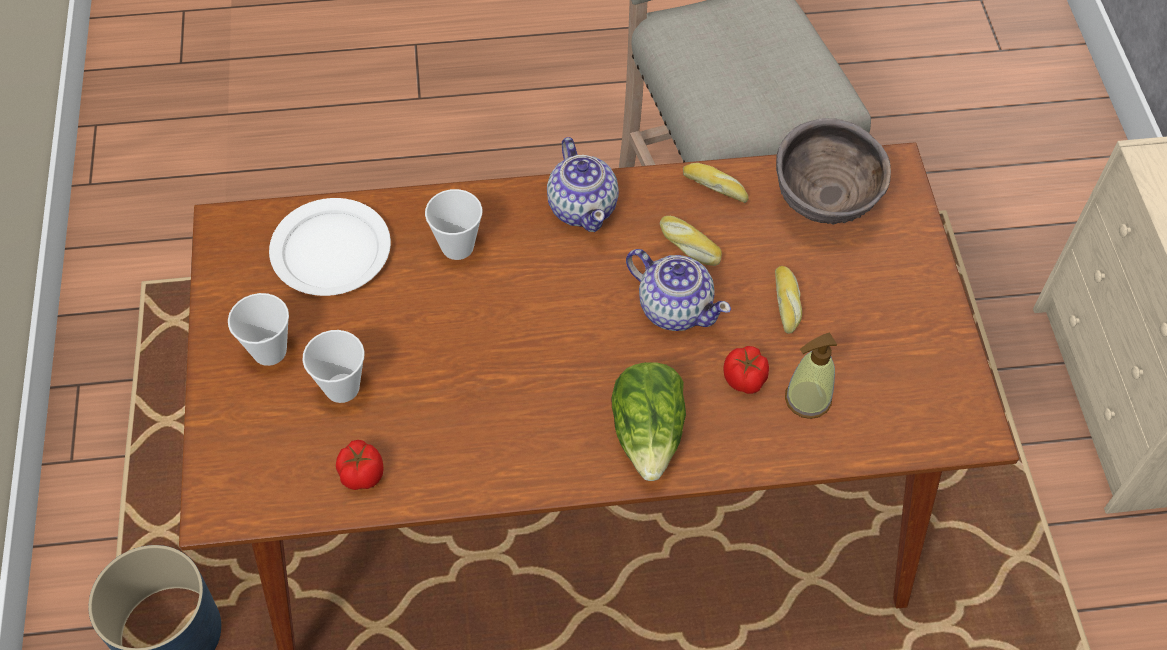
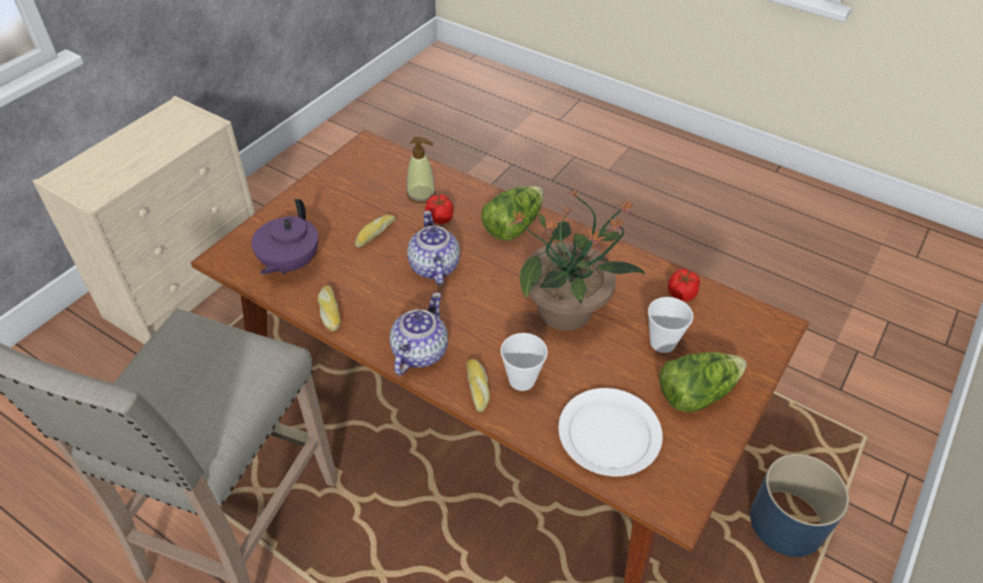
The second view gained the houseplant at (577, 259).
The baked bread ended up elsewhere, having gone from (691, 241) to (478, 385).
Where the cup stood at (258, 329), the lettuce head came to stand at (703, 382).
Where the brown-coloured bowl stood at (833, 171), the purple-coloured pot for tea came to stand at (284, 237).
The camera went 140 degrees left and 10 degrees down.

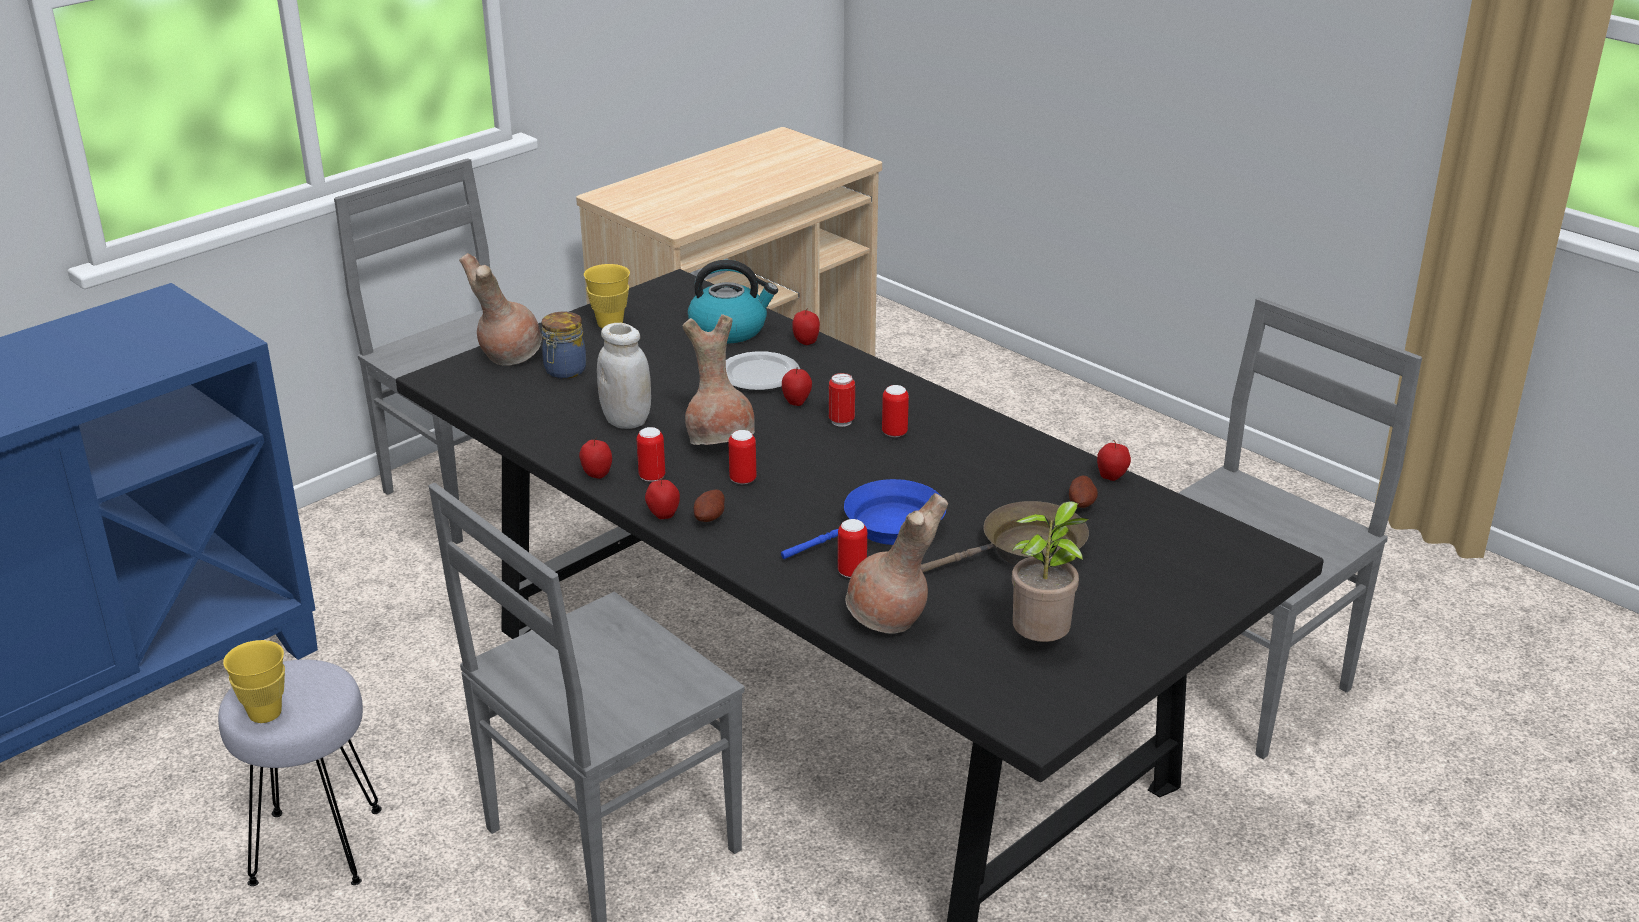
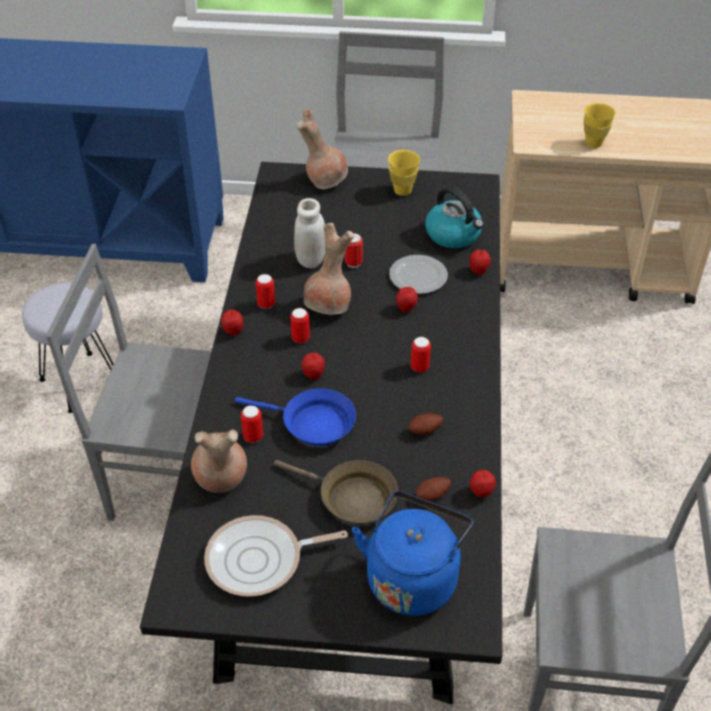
The second view lost the jar at (563, 345).
The second view gained the blue tea kettle at (412, 553).
The yellowish cup ended up elsewhere, having gone from (254, 681) to (600, 125).
The apple ended up elsewhere, having gone from (595, 458) to (313, 366).
The whole potato ended up elsewhere, having gone from (709, 506) to (425, 424).
The can ended up elsewhere, having gone from (842, 400) to (354, 250).
Where the houseplant stood at (1050, 571), the frying pan came to stand at (276, 556).
The camera went 50 degrees right and 15 degrees up.

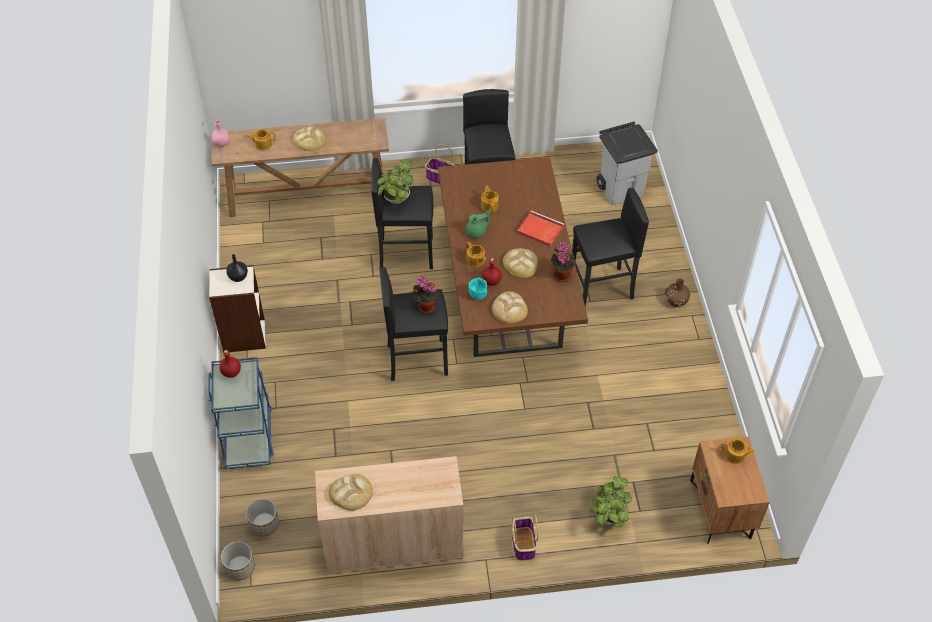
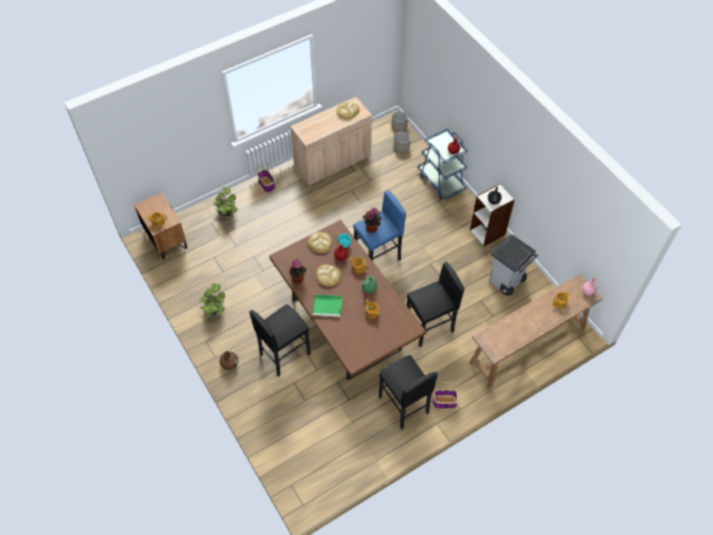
The second view lost the baked bread at (310, 139).
The houseplant ended up elsewhere, having gone from (396, 182) to (212, 299).
The grey waste bin ended up elsewhere, having gone from (627, 163) to (513, 265).
What was the blackish sitting stool at (413, 324) turned into the blue sitting stool at (379, 226).
What was the reddish serving tray at (541, 229) turned into the green serving tray at (328, 306).
The camera went 155 degrees right and 5 degrees up.

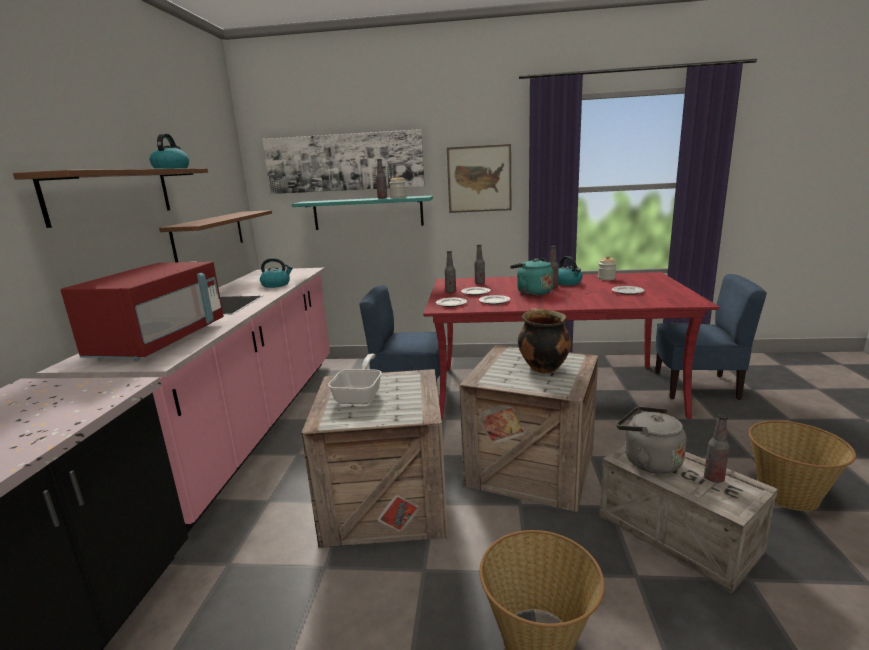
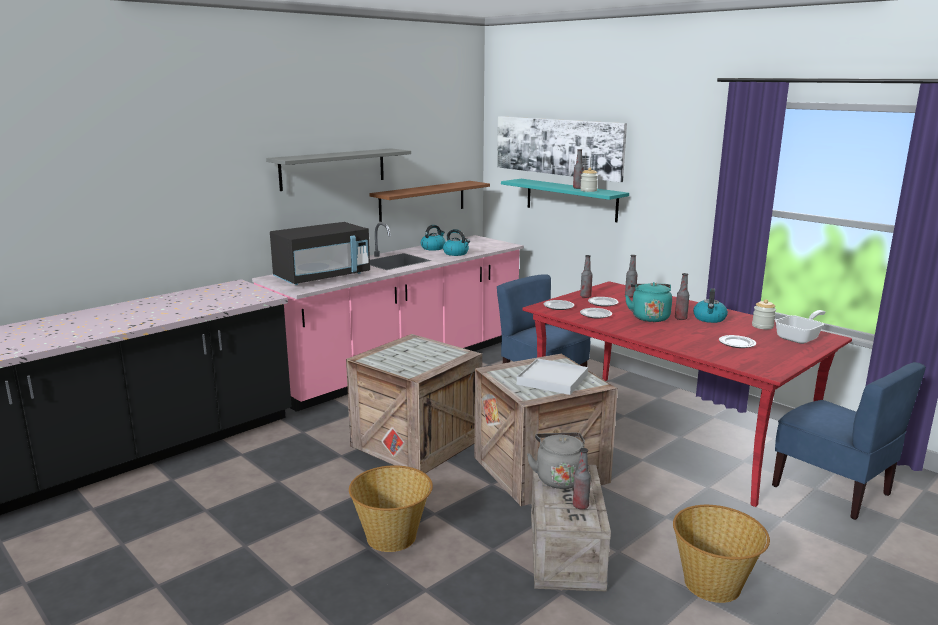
The second view lost the picture at (479, 178).
The tea kettle ended up elsewhere, having gone from (169, 151) to (433, 238).
The frying pan ended up elsewhere, having gone from (355, 379) to (800, 327).
Where the stockpot stood at (544, 340), the white serving tray came to stand at (552, 376).
What was the brown-coloured shelf at (110, 198) turned into the grey shelf at (338, 169).
What was the reddish microwave at (142, 311) turned into the blackish microwave at (320, 253).
The camera went 40 degrees right and 0 degrees up.

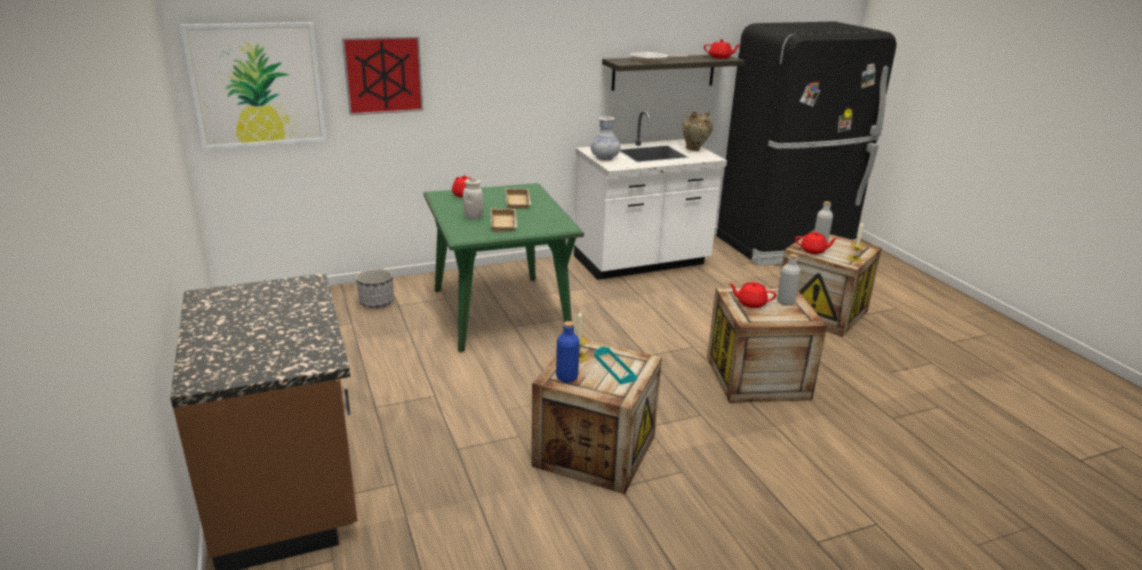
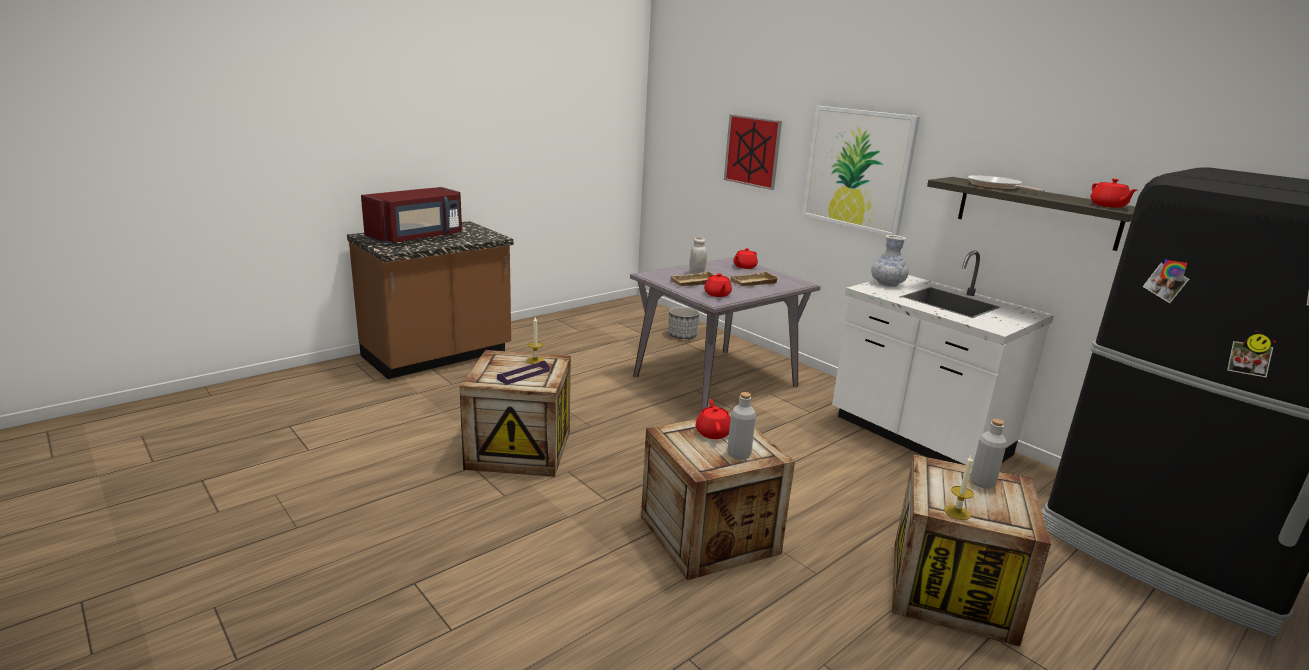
The second view lost the blue beverage bottle at (568, 352).
The second view lost the sand-coloured flower vase at (697, 131).
The second view gained the reddish microwave at (411, 215).
The picture ended up elsewhere, having gone from (253, 85) to (861, 171).
The reddish pot for tea ended up elsewhere, having gone from (816, 243) to (718, 285).
What was the green kitchen table at (504, 267) turned into the grey kitchen table at (725, 334).
What was the turquoise serving tray at (615, 365) turned into the purple-coloured serving tray at (523, 373).
The camera went 70 degrees right and 5 degrees down.

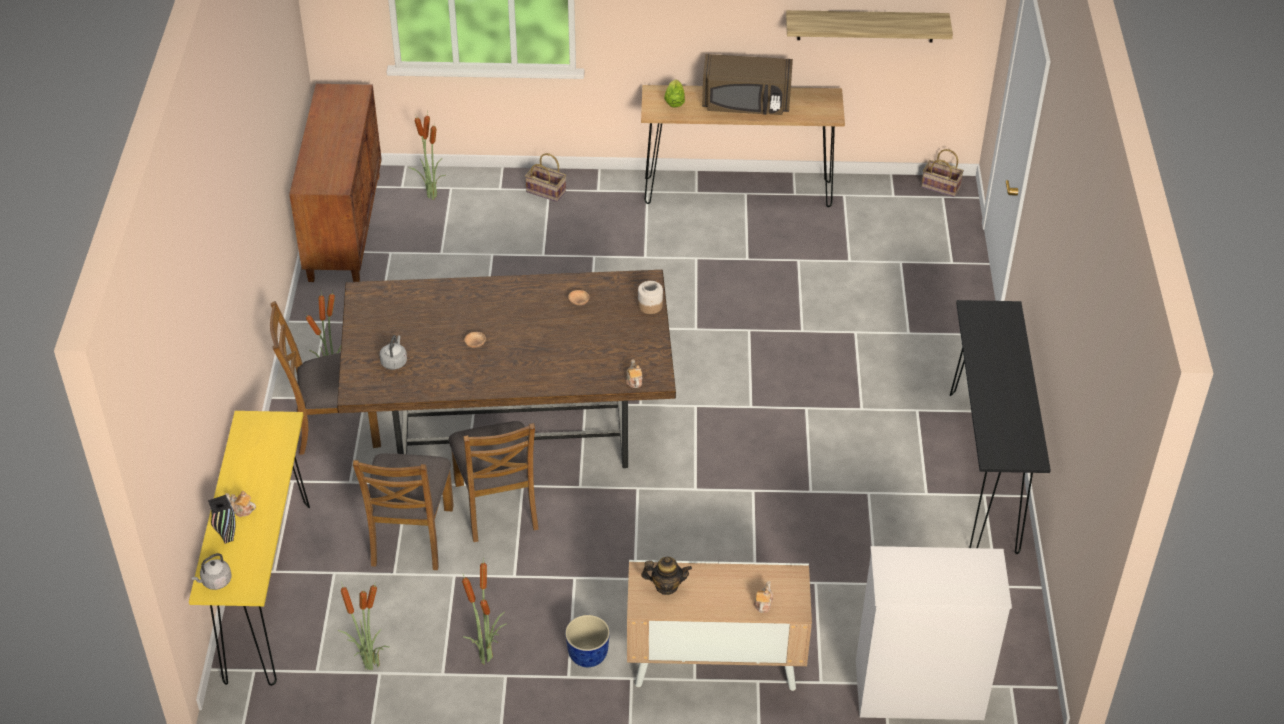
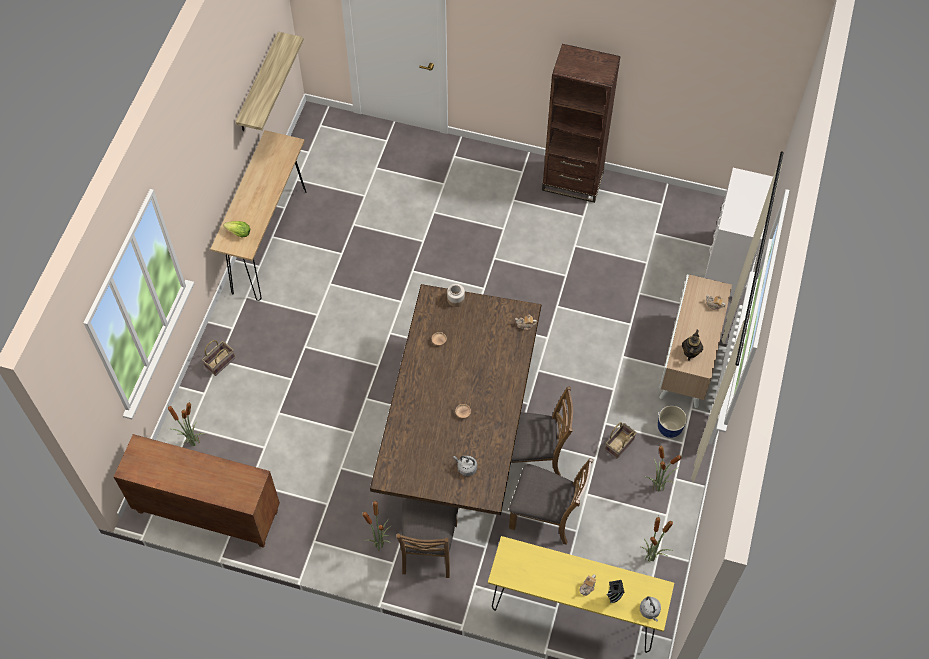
The second view lost the brown-coloured microwave at (747, 84).
The basket ended up elsewhere, having gone from (942, 173) to (621, 440).
Where the blackish narrow table stood at (1000, 427), the brown-coloured shelving unit came to stand at (581, 123).
The camera went 75 degrees left and 15 degrees up.

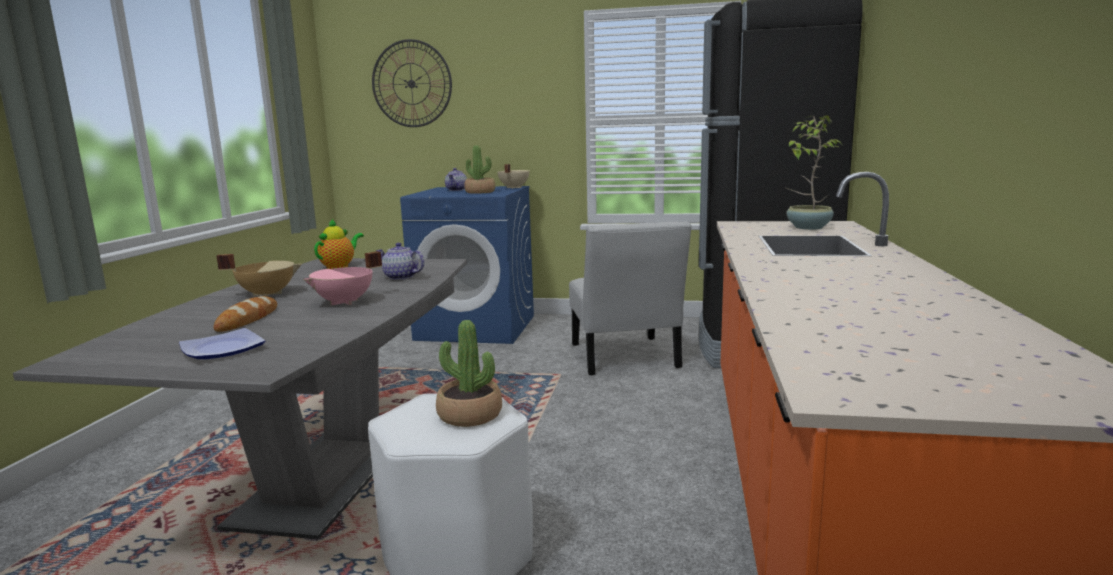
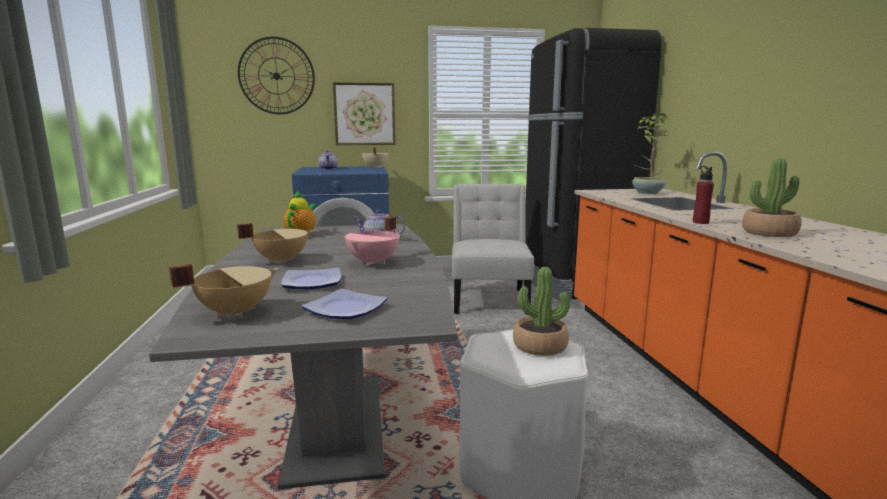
The second view gained the sand-coloured stockpot at (224, 291).
The second view gained the picture at (364, 113).
The second view gained the reddish beverage bottle at (703, 195).
The houseplant ended up elsewhere, having gone from (479, 169) to (772, 197).
Where the baked bread stood at (245, 314), the flat dish came to stand at (311, 278).
The white chair at (630, 298) ended up facing another way, 150 degrees counterclockwise from before.
The camera went 20 degrees left and 0 degrees up.

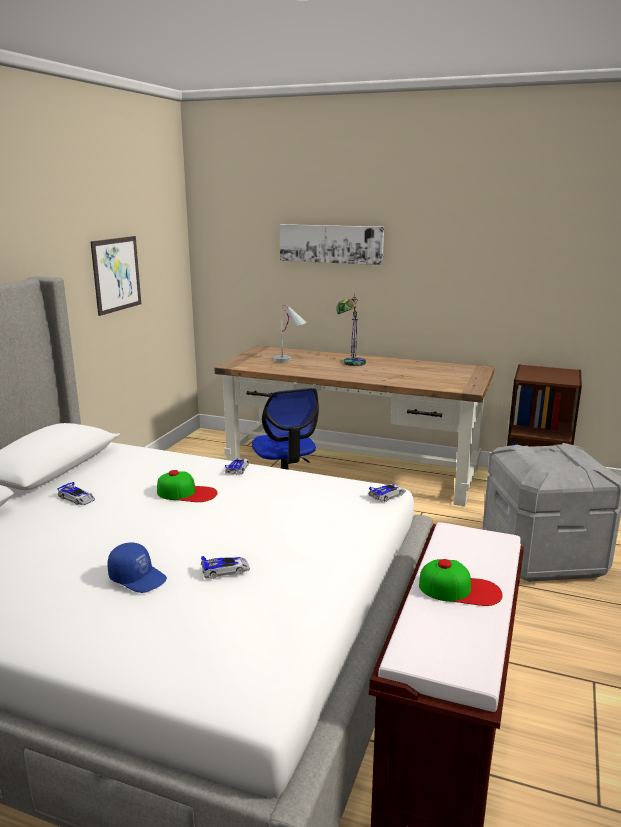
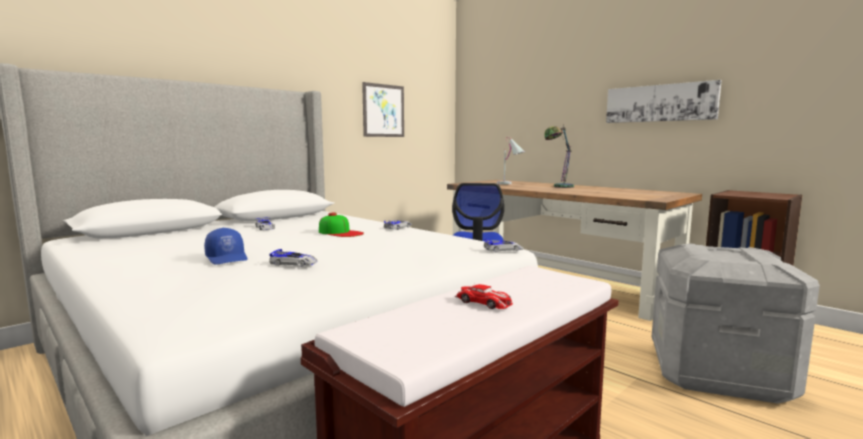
The picture ended up elsewhere, having gone from (332, 244) to (664, 101).
Where the cap stood at (461, 582), the model car came to stand at (484, 296).
The camera went 25 degrees right and 10 degrees down.

